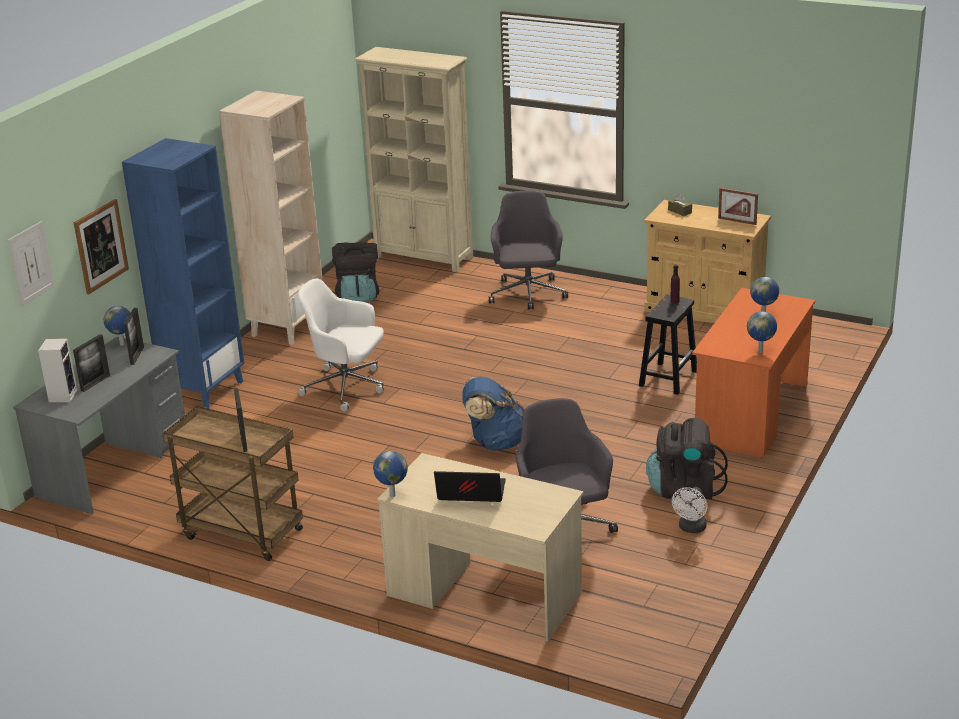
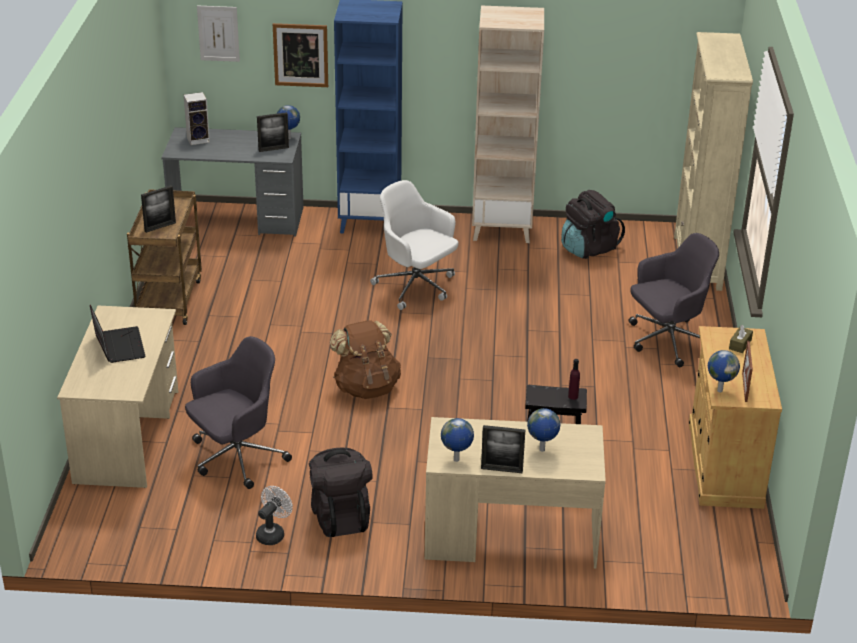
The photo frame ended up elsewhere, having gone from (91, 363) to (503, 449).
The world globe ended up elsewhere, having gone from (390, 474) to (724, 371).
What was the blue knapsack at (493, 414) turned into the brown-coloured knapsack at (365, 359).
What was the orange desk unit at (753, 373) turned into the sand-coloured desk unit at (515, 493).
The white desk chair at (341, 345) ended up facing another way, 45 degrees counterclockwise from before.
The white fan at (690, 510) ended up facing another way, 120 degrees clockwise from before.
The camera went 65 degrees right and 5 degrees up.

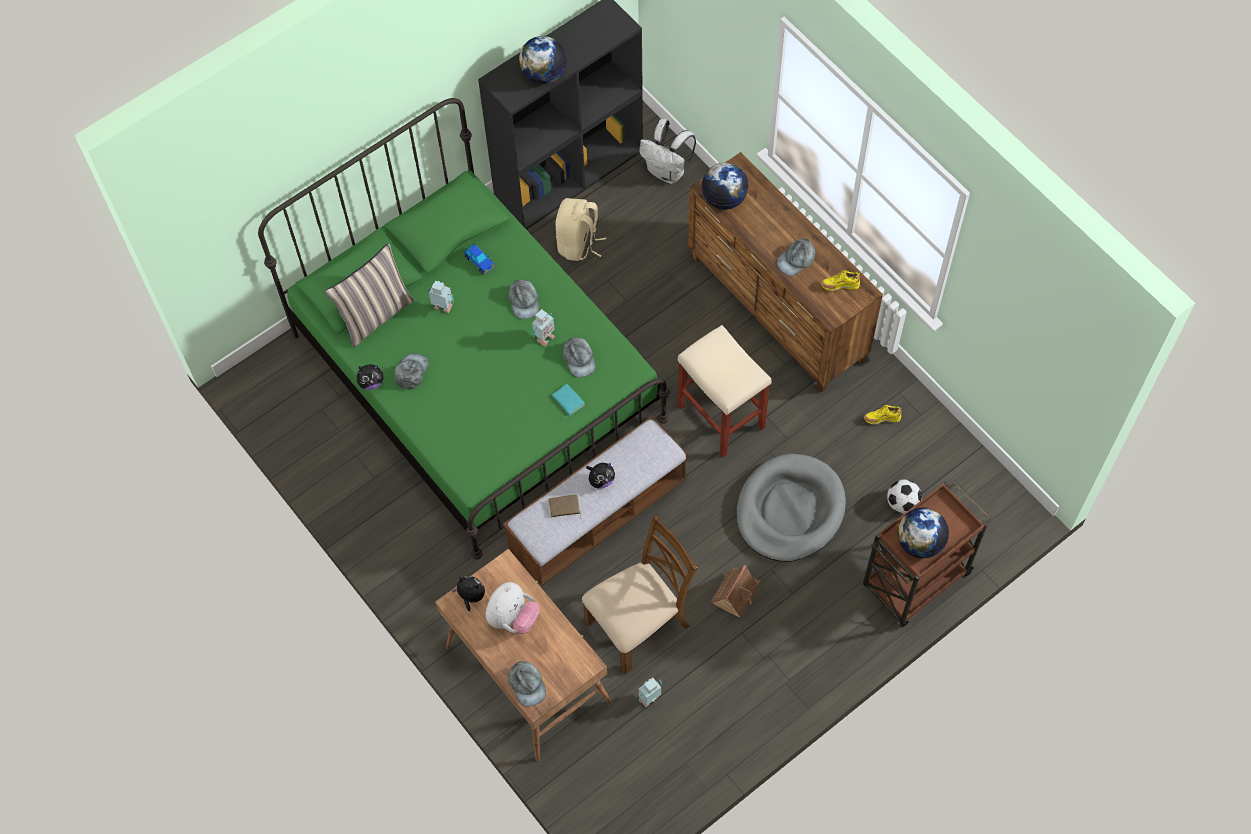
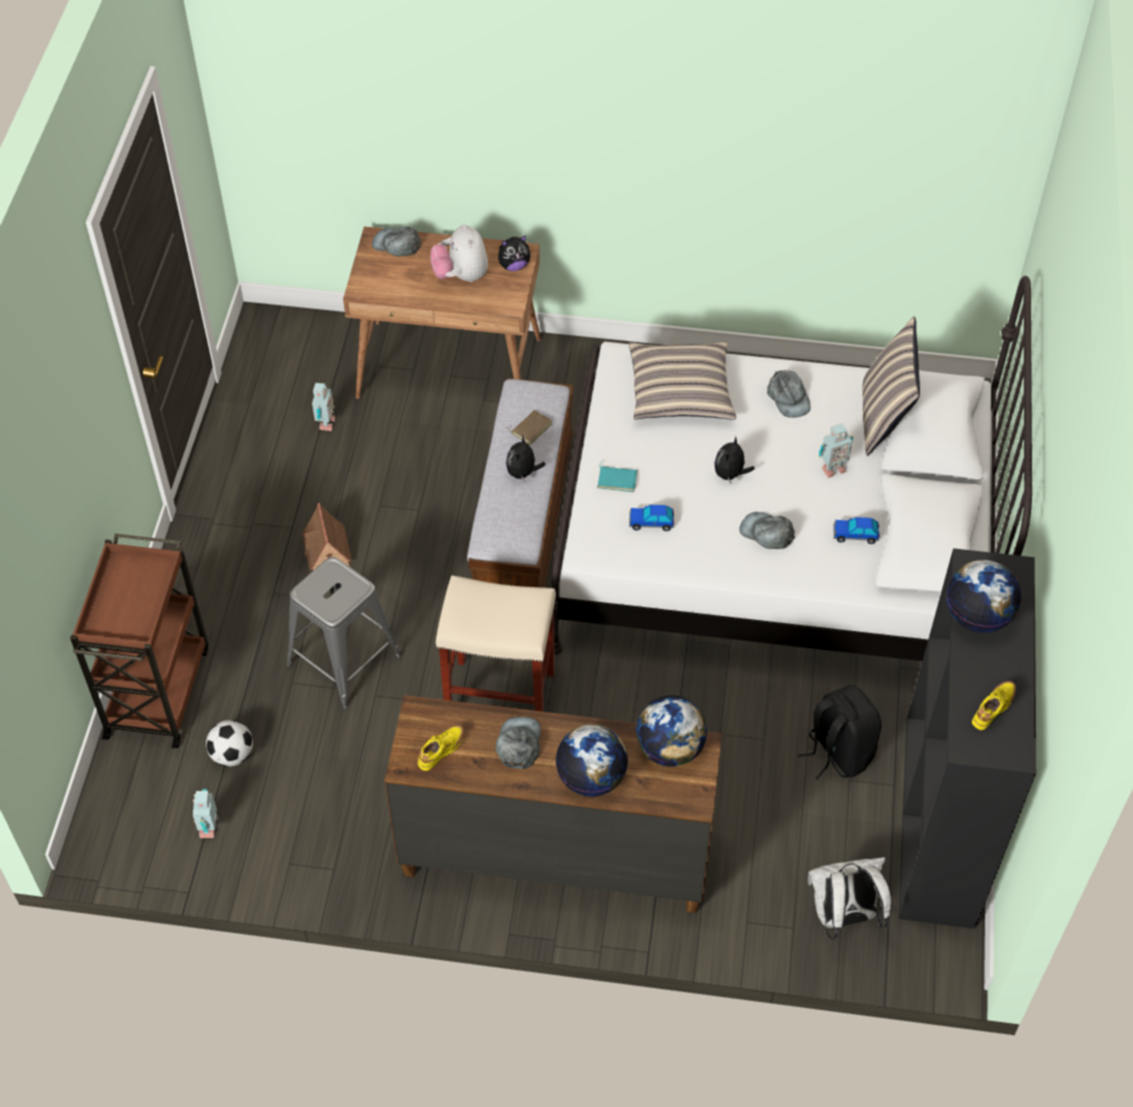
The second view lost the brown-coloured chair at (640, 594).
The second view gained the throw pillow at (682, 380).
The cuddly toy ended up elsewhere, having gone from (370, 377) to (734, 460).
The model robot ended up elsewhere, having gone from (543, 328) to (206, 813).
The yellowish item of footwear ended up elsewhere, having gone from (882, 415) to (994, 705).
The world globe ended up elsewhere, having gone from (923, 533) to (591, 760).
Where the grey cap stood at (579, 357), the model car came to stand at (651, 518).
Where the grey dog cushion stood at (791, 508), the grey sitting stool came to stand at (344, 633).
What was the green sleeping bed at (464, 329) turned into the white sleeping bed at (791, 468).
What was the sand-coloured knapsack at (581, 229) turned into the blackish knapsack at (839, 732).
The camera went 135 degrees right and 10 degrees down.

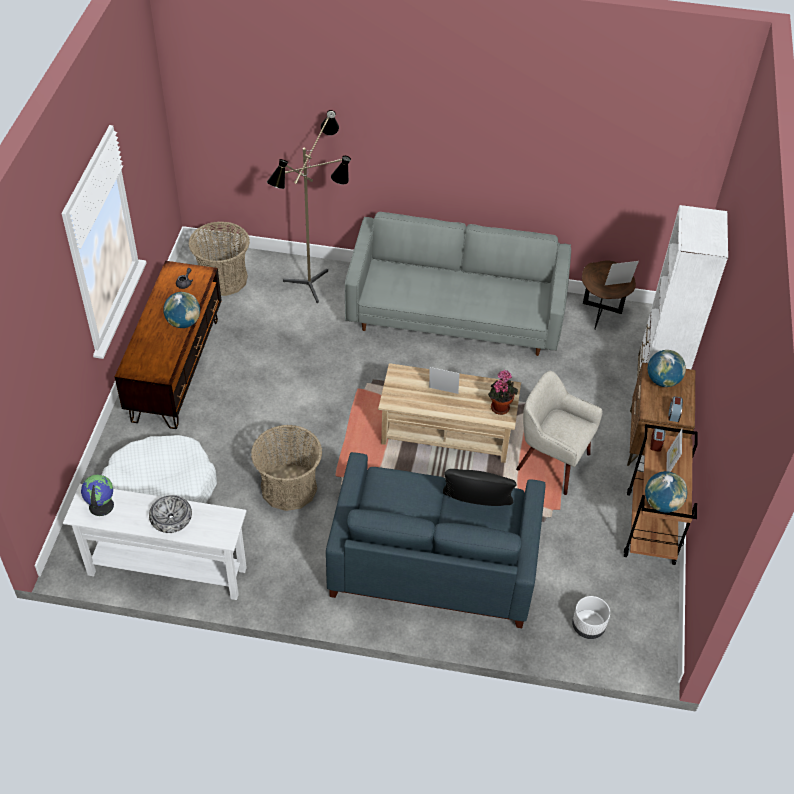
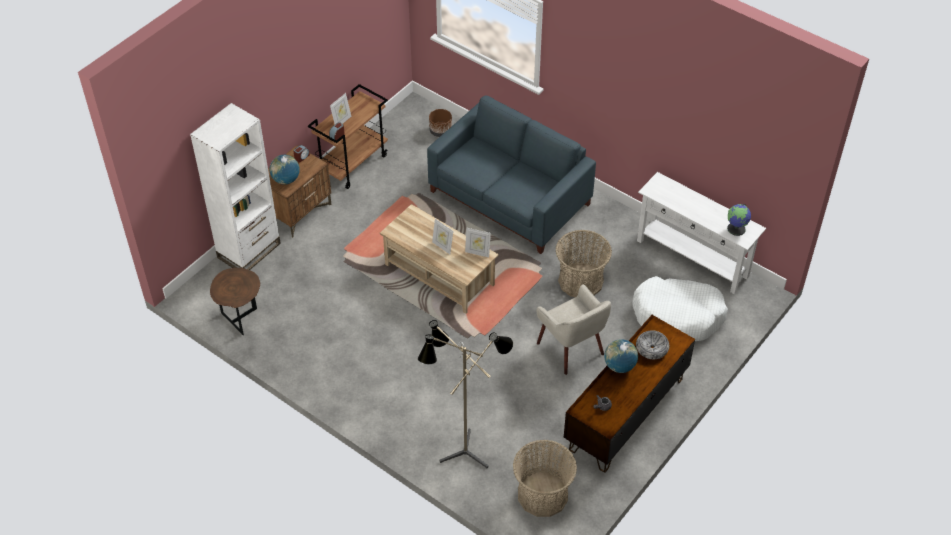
The second view lost the grey couch at (458, 284).
The second view lost the blackish throw pillow at (480, 487).
The second view lost the houseplant at (503, 392).
The second view lost the world globe at (666, 492).
The bowl ended up elsewhere, having gone from (170, 514) to (652, 344).
The sand-coloured easy chair ended up elsewhere, having gone from (559, 433) to (574, 329).
The photo frame ended up elsewhere, having gone from (622, 273) to (478, 242).
What was the white flower pot at (591, 617) turned into the brown-coloured flower pot at (440, 123).
The camera went 150 degrees left and 0 degrees up.

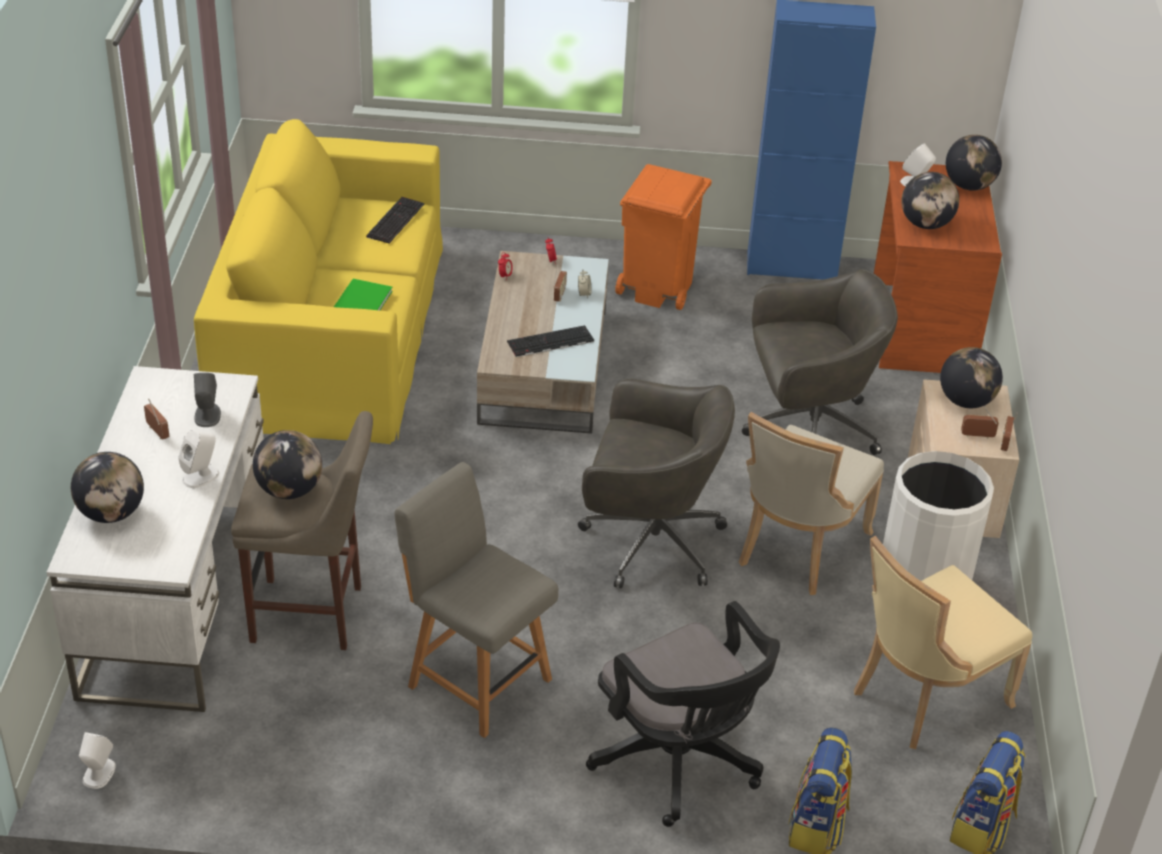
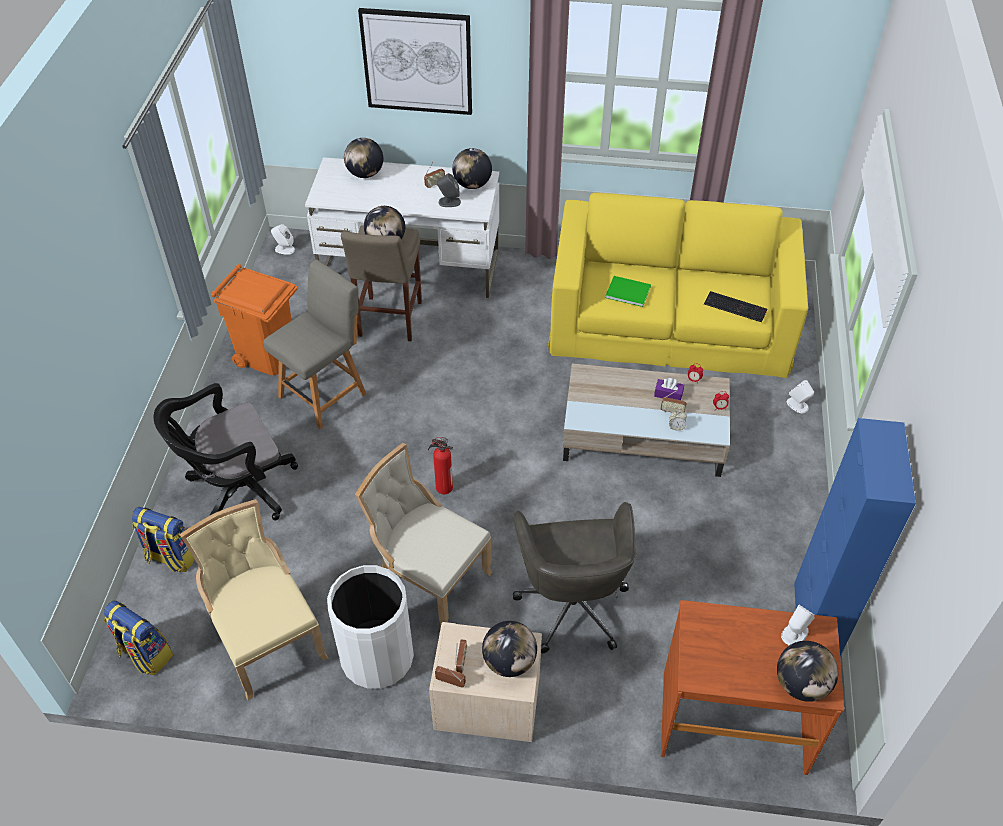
The second view lost the keyboard at (550, 341).
The second view gained the picture at (415, 61).
The second view gained the purple-coloured tissue holder at (669, 389).
The white speaker ended up elsewhere, having gone from (198, 459) to (800, 396).
The orange waste bin ended up elsewhere, having gone from (663, 237) to (254, 319).
The world globe ended up elsewhere, having gone from (930, 200) to (472, 168).
Where the grey desk chair stood at (656, 483), the fire-fighting cylinder came to stand at (440, 465).
The camera went 95 degrees right and 10 degrees up.

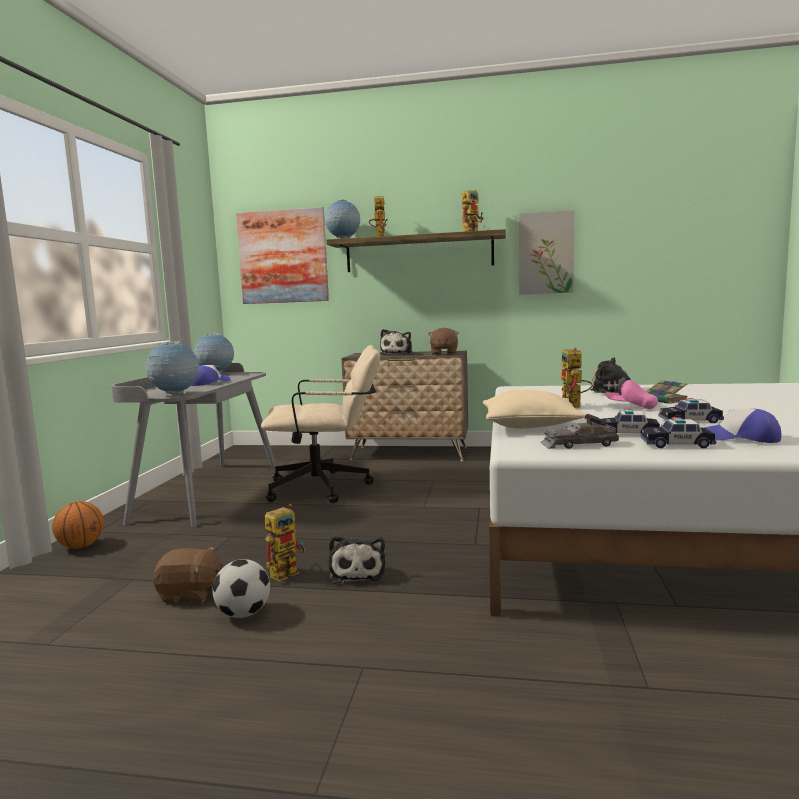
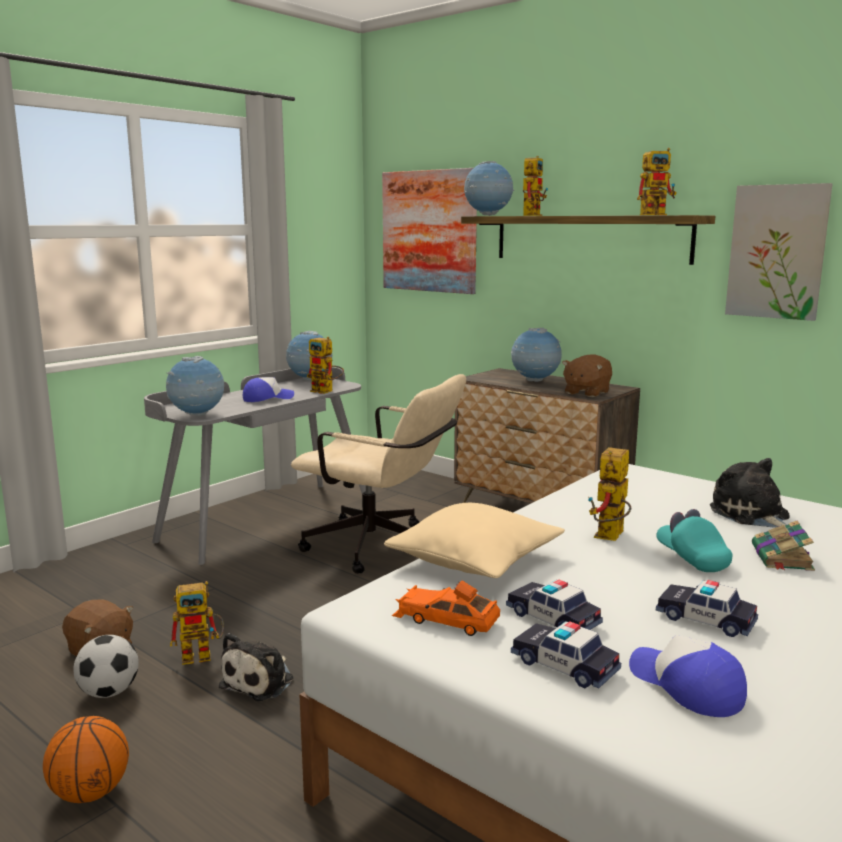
The second view gained the model robot at (325, 365).
The ball for basketball ended up elsewhere, having gone from (78, 525) to (86, 759).
Where the cuddly toy stood at (396, 342), the world globe came to stand at (536, 355).
What was the grey model car at (579, 431) turned into the orange model car at (446, 608).
What was the pink cap at (631, 393) turned into the turquoise cap at (694, 540).
The camera went 30 degrees right and 5 degrees up.

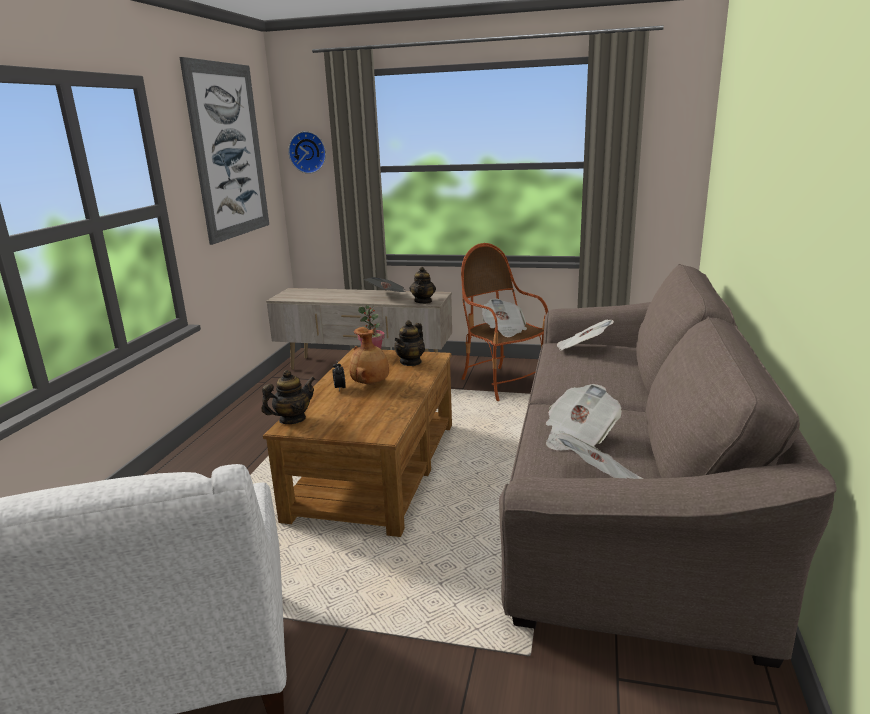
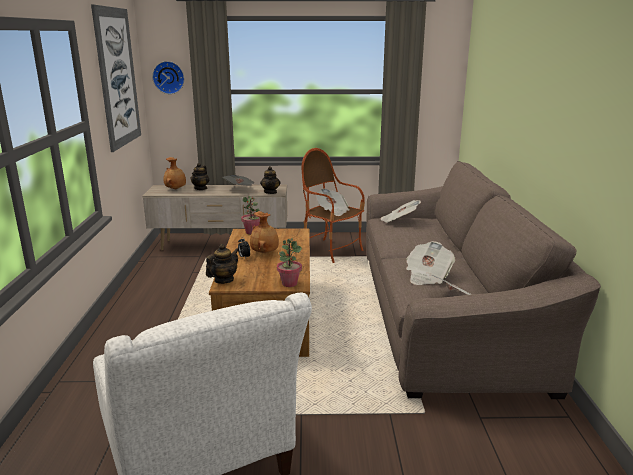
The second view gained the brown-coloured flower vase at (175, 173).
The second view gained the houseplant at (289, 262).
The pot for tea ended up elsewhere, having gone from (409, 343) to (200, 176).
The camera went 15 degrees left and 0 degrees up.

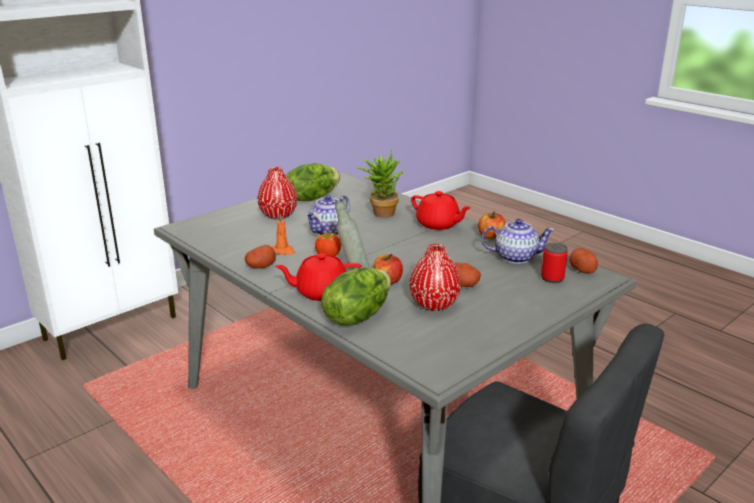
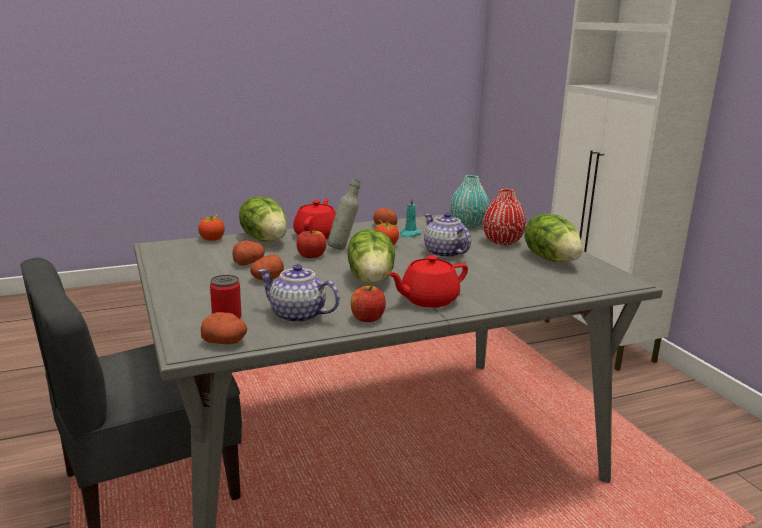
The second view lost the houseplant at (380, 184).
The second view gained the tomato at (211, 227).
The second view gained the lettuce head at (371, 256).
The second view gained the turquoise flower vase at (470, 201).
Where the reddish flower vase stood at (435, 277), the whole potato came to stand at (248, 253).
What was the orange candle at (283, 234) turned into the turquoise candle at (410, 217).
The pot for tea at (518, 241) ended up facing another way, 90 degrees clockwise from before.
The camera went 110 degrees right and 5 degrees down.

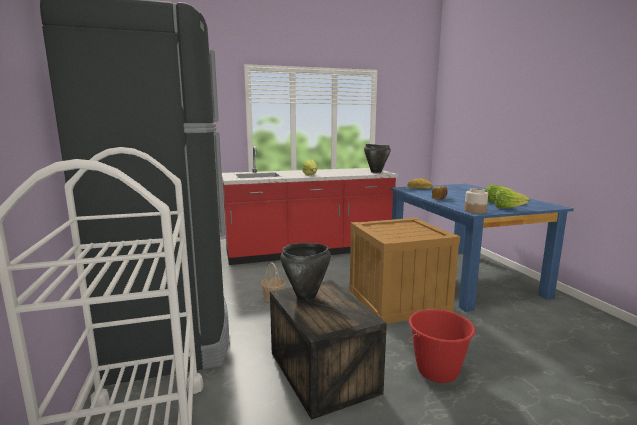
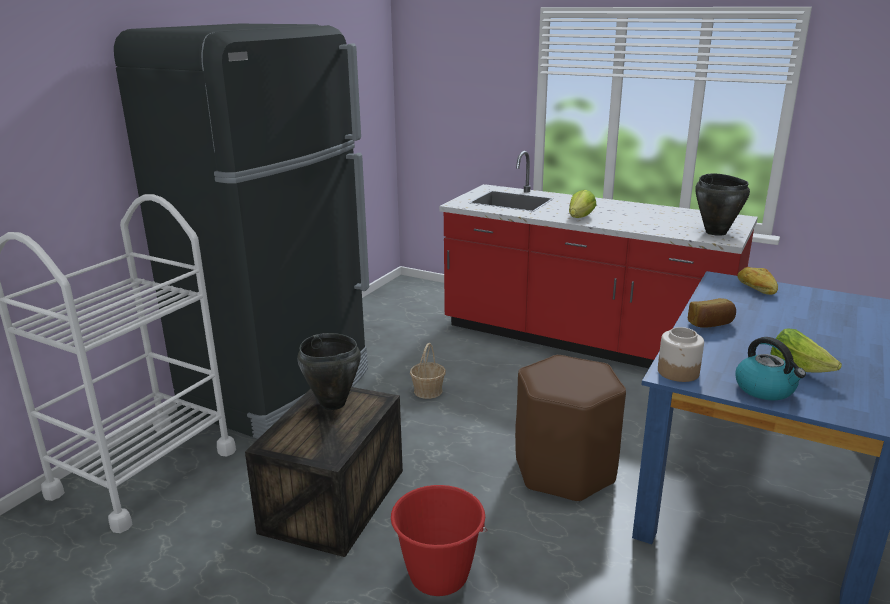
Where the shipping crate stood at (404, 270), the brown-coloured sitting stool came to stand at (570, 429).
Where the lettuce head stood at (512, 198), the tea kettle came to stand at (770, 368).
The camera went 45 degrees right and 10 degrees up.

